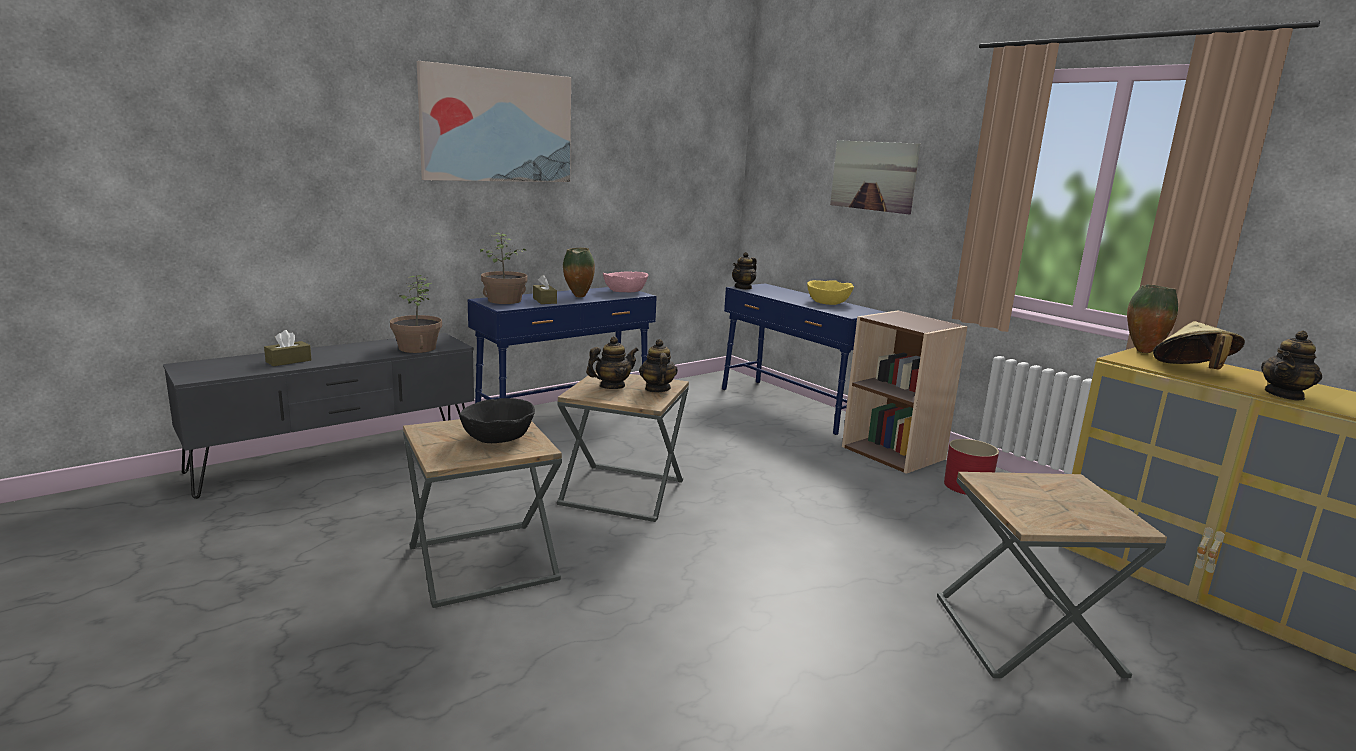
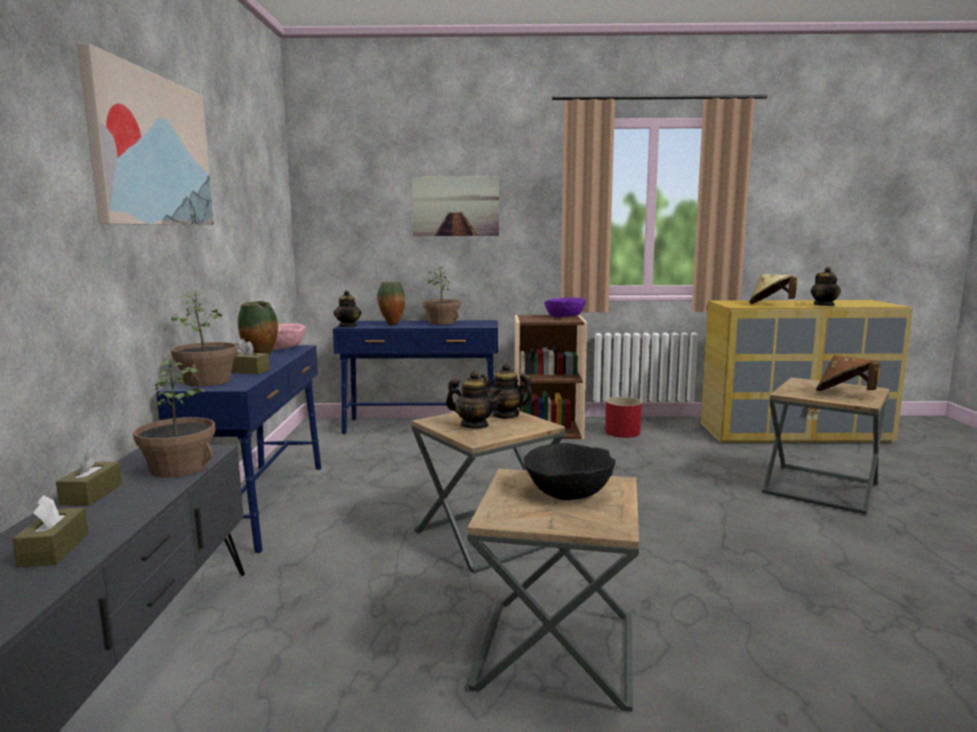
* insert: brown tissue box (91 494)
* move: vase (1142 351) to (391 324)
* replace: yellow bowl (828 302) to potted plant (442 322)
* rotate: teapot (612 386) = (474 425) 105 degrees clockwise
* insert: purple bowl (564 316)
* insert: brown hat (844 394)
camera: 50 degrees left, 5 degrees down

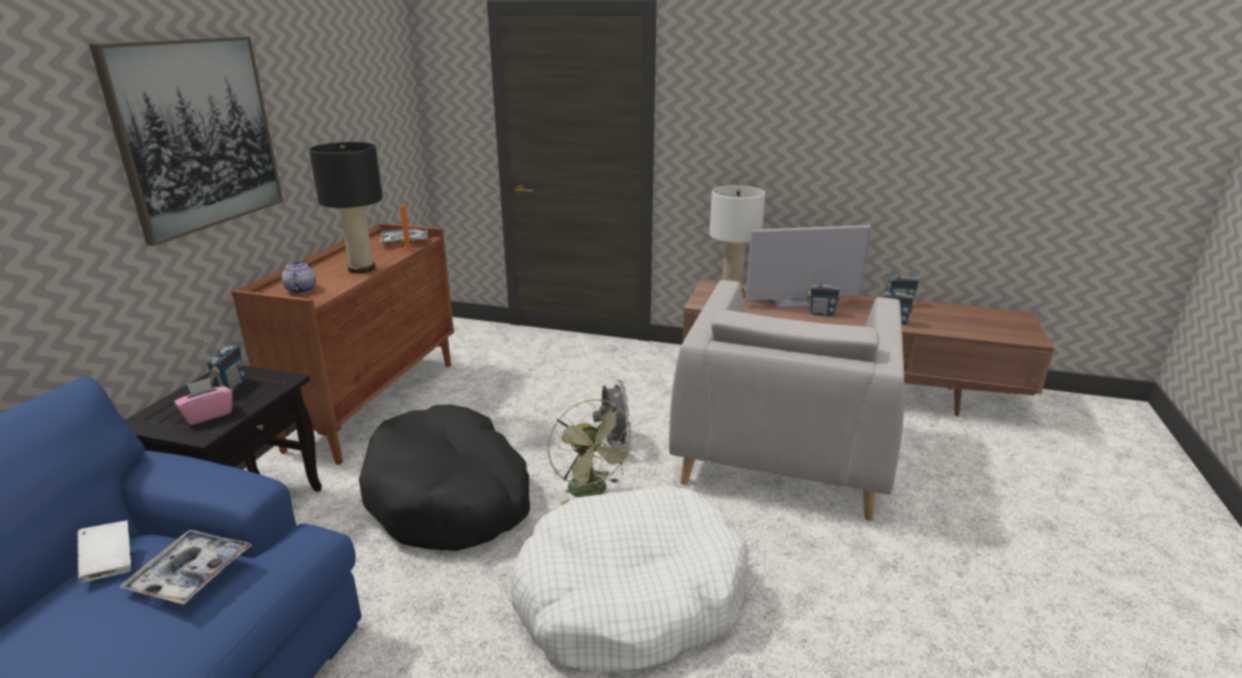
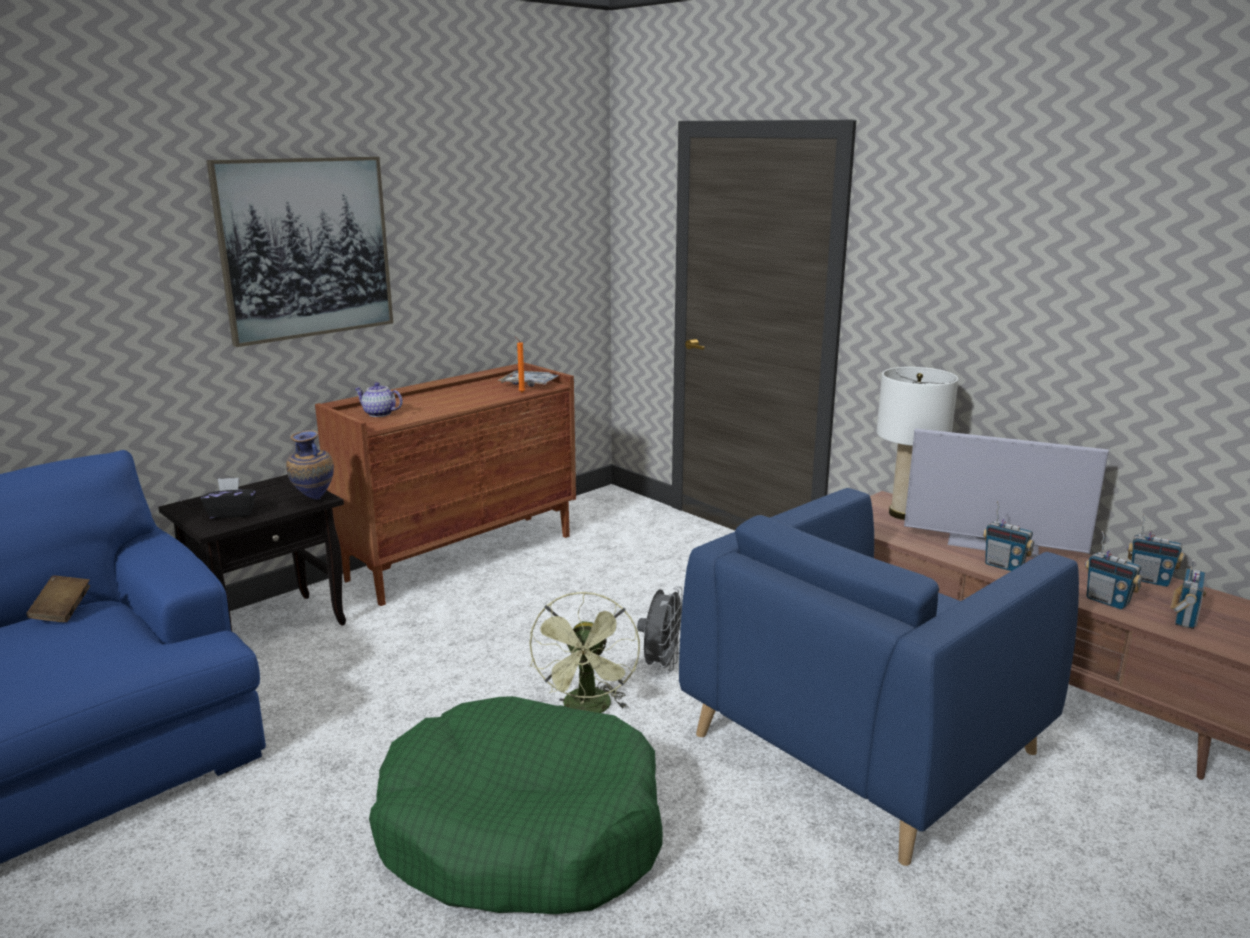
* recolor: white book (109 563) to brown book (62 611)
* recolor: pink tissue box (208 415) to black tissue box (232 513)
* insert: vase (313 500)
* rotate: teapot (300 290) = (378 414) 90 degrees counterclockwise
* recolor: white dog bed (630 597) to green dog bed (521 832)
* recolor: grey armchair (783 454) to blue armchair (862 743)
* move: radio (231 387) to (1184 620)
* delete: tray (190 574)
* delete: black table lamp (361 269)
* delete: black dog bed (450 497)
camera: 30 degrees right, 5 degrees down

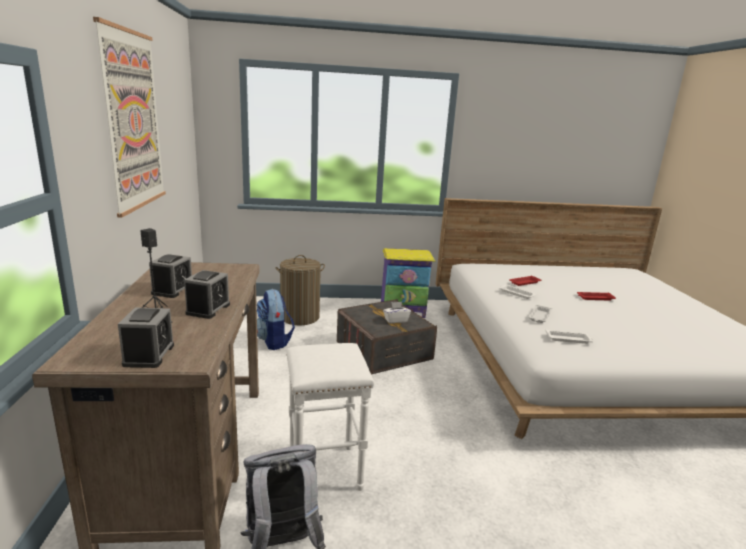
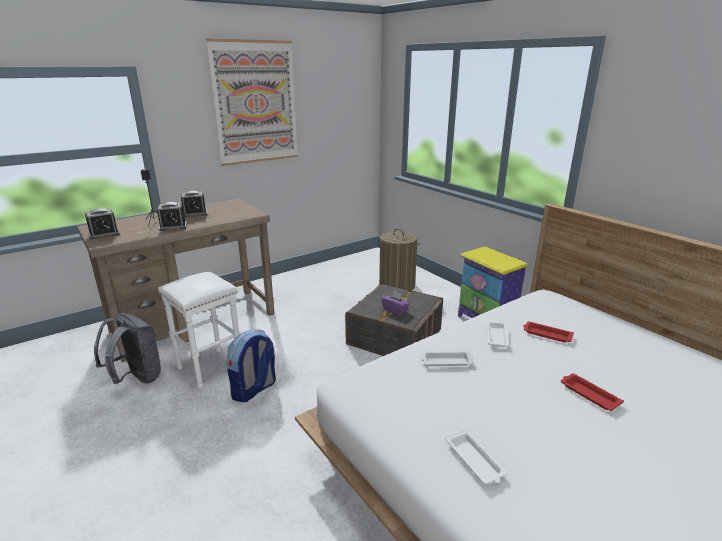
* move: backpack (274 341) to (254 390)
* recolor: white tissue box (396 320) to purple tissue box (395 310)
* move: white tray (569 339) to (474 460)
camera: 60 degrees right, 5 degrees up

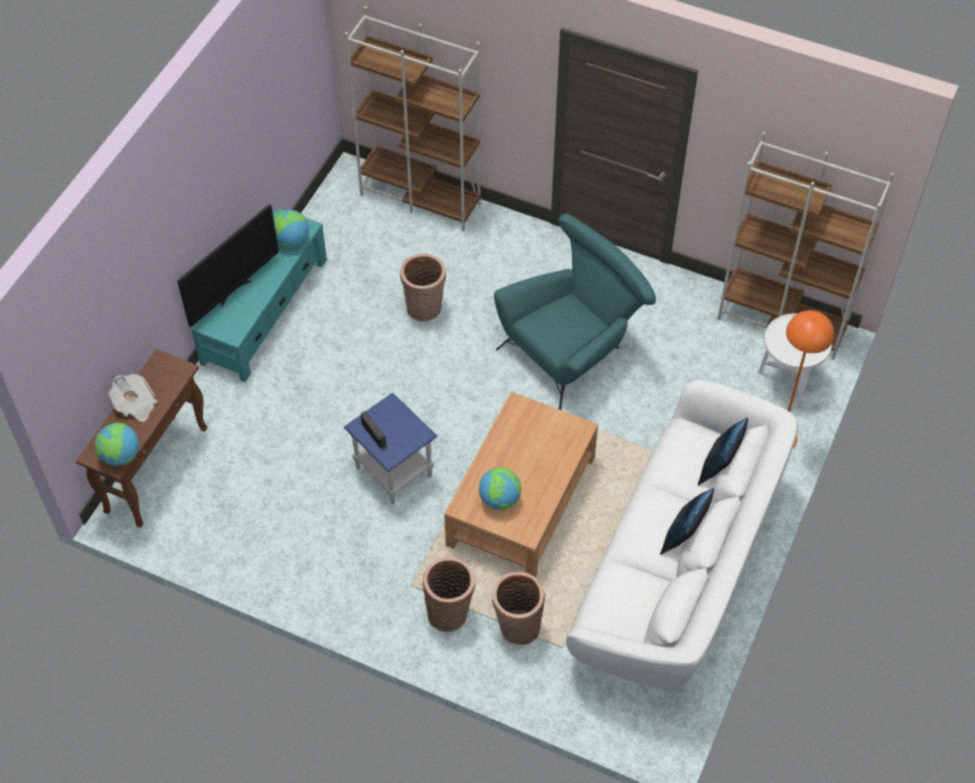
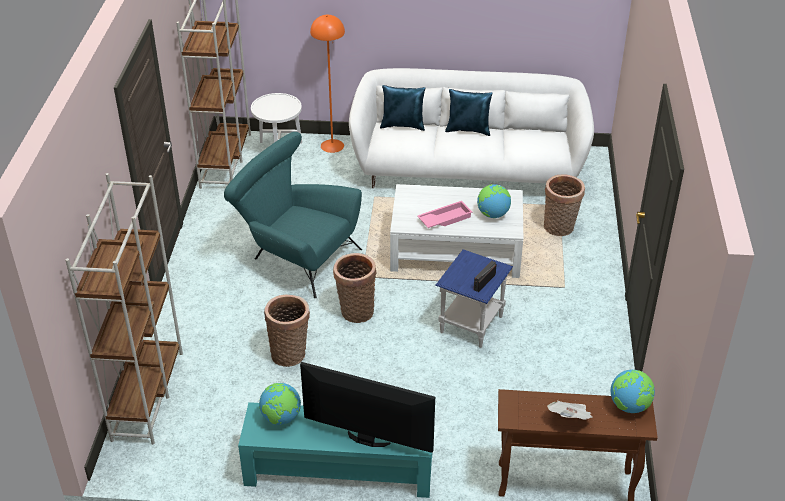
* move: basket (450 613) to (355 310)
* recolor: brown coffee table (521 502) to white coffee table (456 250)
* insert: pink tray (444 218)
camera: 110 degrees left, 15 degrees down

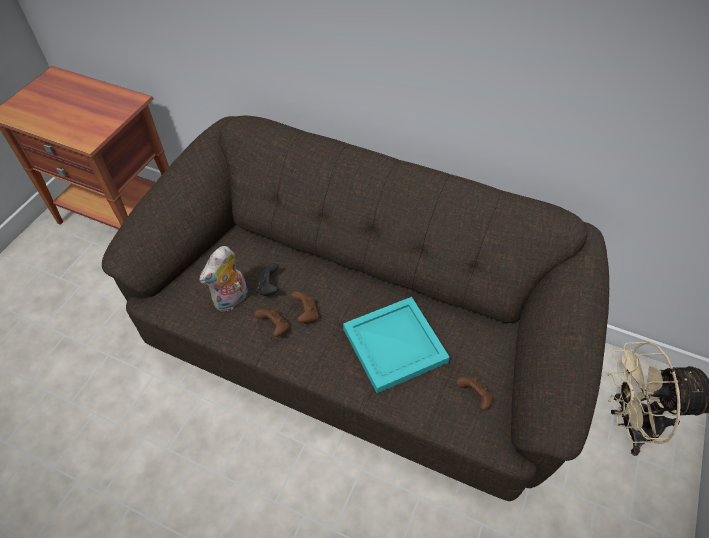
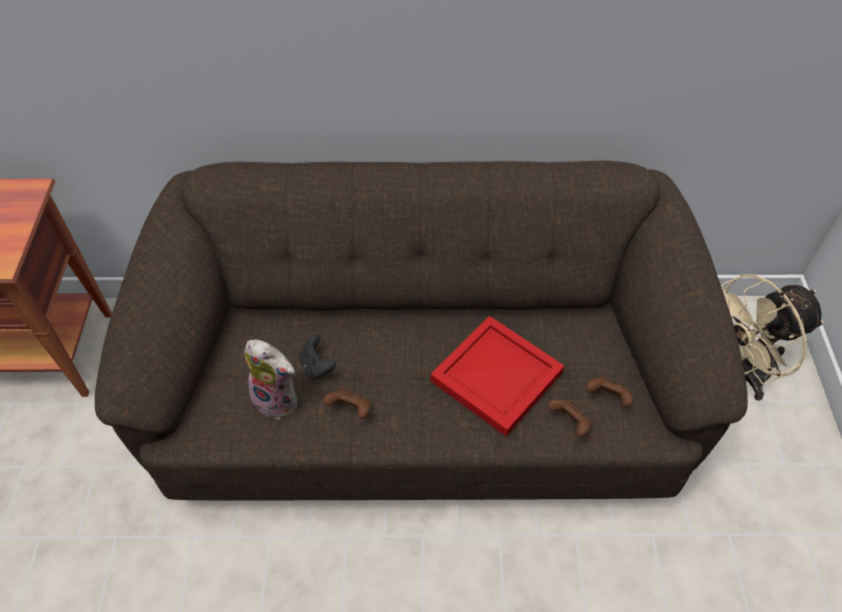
* rotate: plush toy (231 300) = (279 399) 75 degrees counterclockwise
* recolor: turquoise tray (394 347) to red tray (497 379)
* move: brown game controller (306 314) to (569 423)
camera: 25 degrees left, 0 degrees up

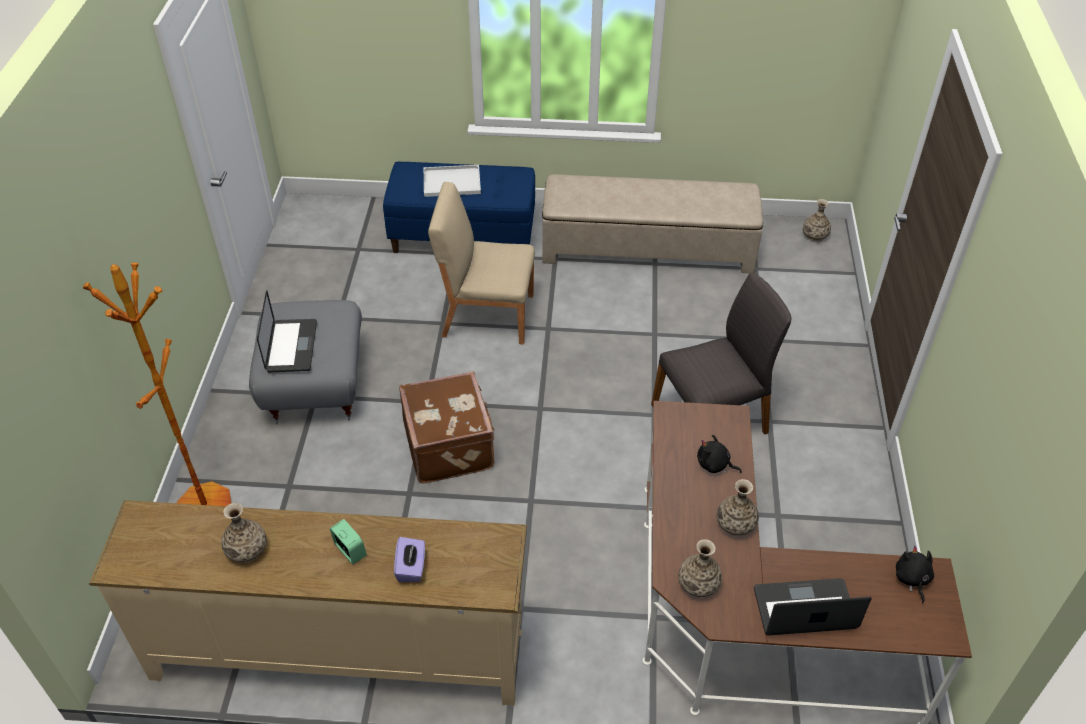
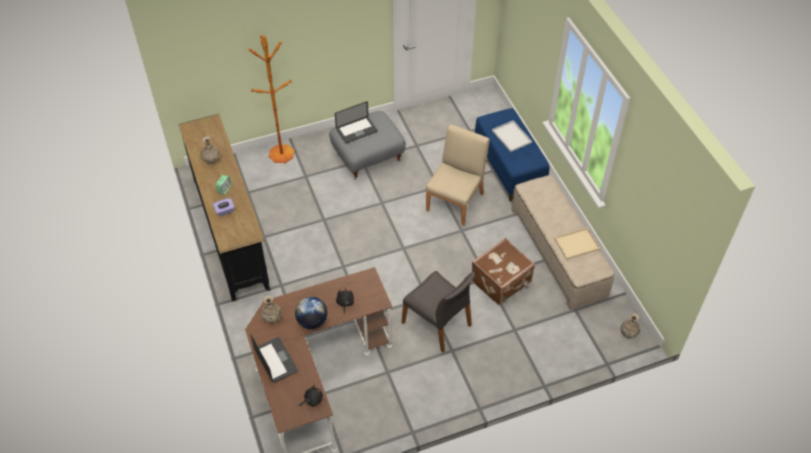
* recolor: beige dresser (338 652) to black dresser (231 231)
* replace: vase (736 524) to globe (312 321)
* rotate: beige chair (486 315) = (455 201) 45 degrees clockwise
* move: brown suitcase (450 445) to (502 282)
* insert: beige tray (576 244)
camera: 65 degrees right, 5 degrees up

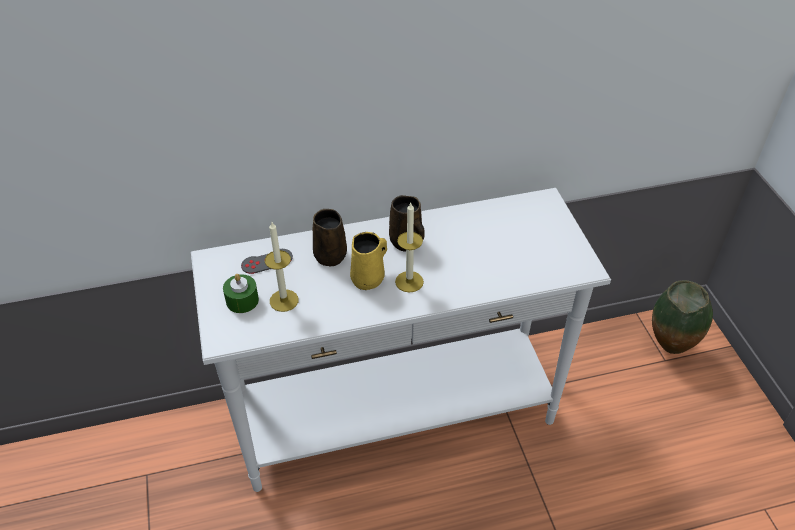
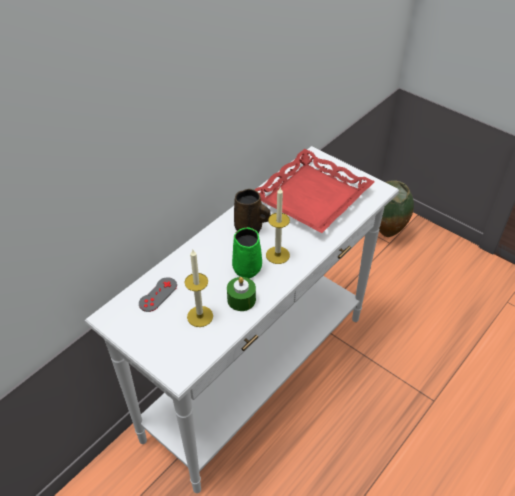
* move: green candle (242 300) to (241 299)
* recolor: yellow mug (369 278) to green mug (247 267)
* insert: red tray (312 197)
* delete: brown mug (330 254)
camera: 35 degrees left, 0 degrees up

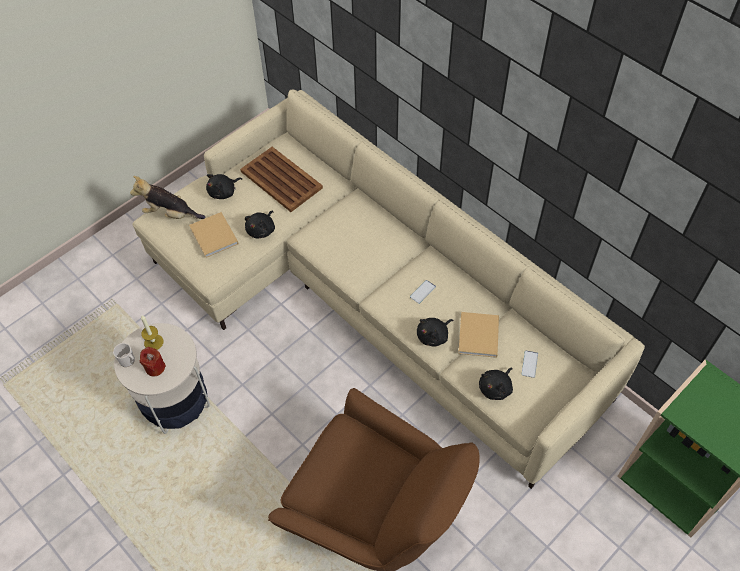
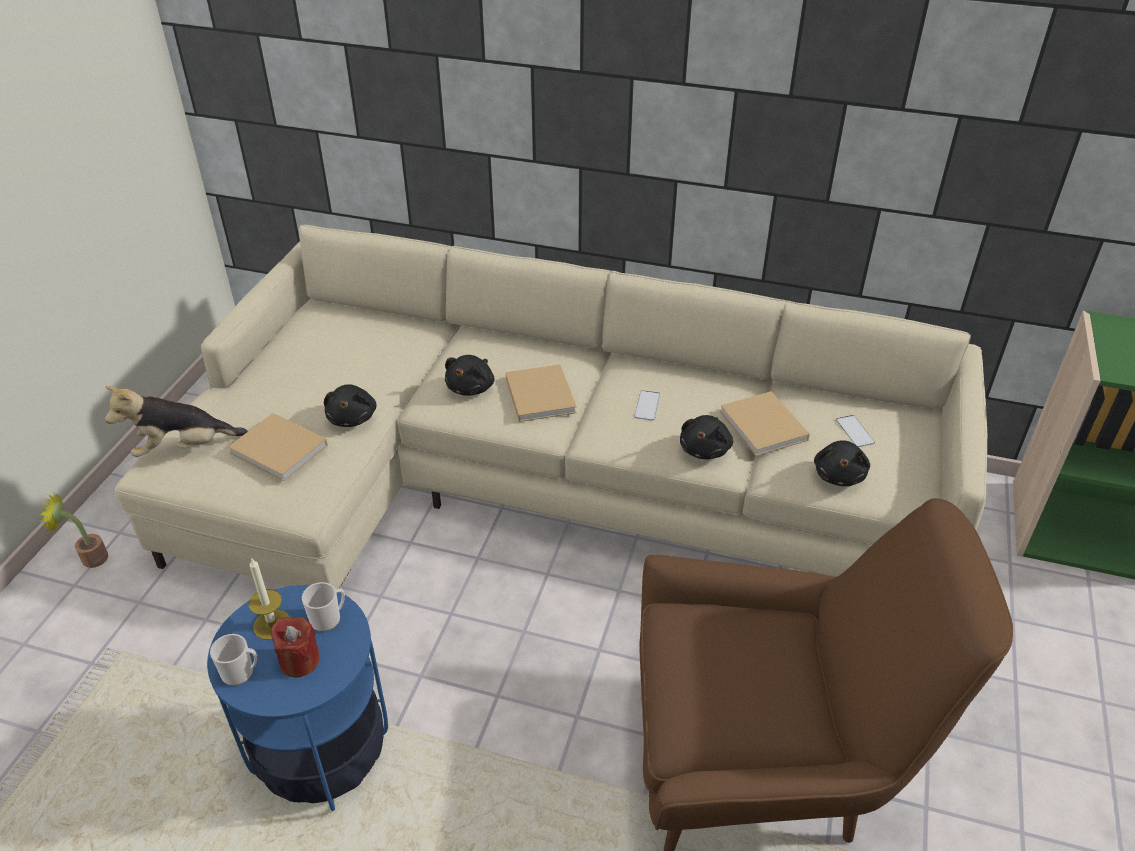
* insert: potted plant (89 558)
* recolor: beige side table (176 403) to blue side table (322 755)
* insert: mug (328 618)
* move: black plush toy (223 192) to (472 387)
* insert: beige book (539 394)
* delete: brown tray (281 179)
camera: 30 degrees left, 15 degrees down

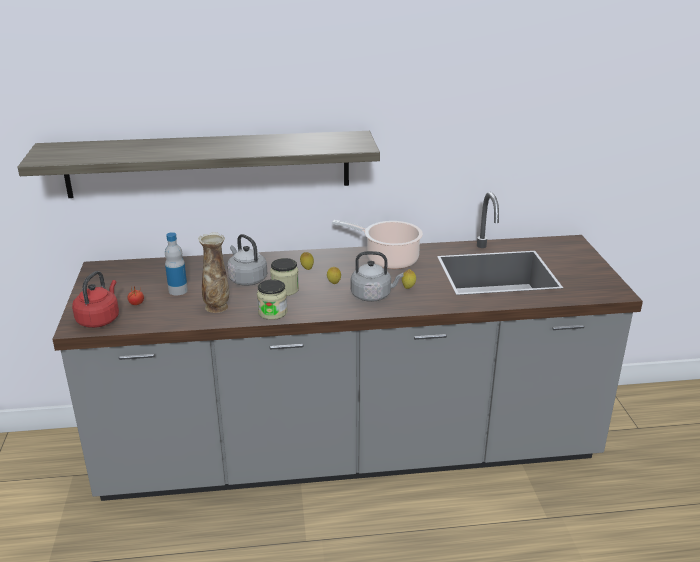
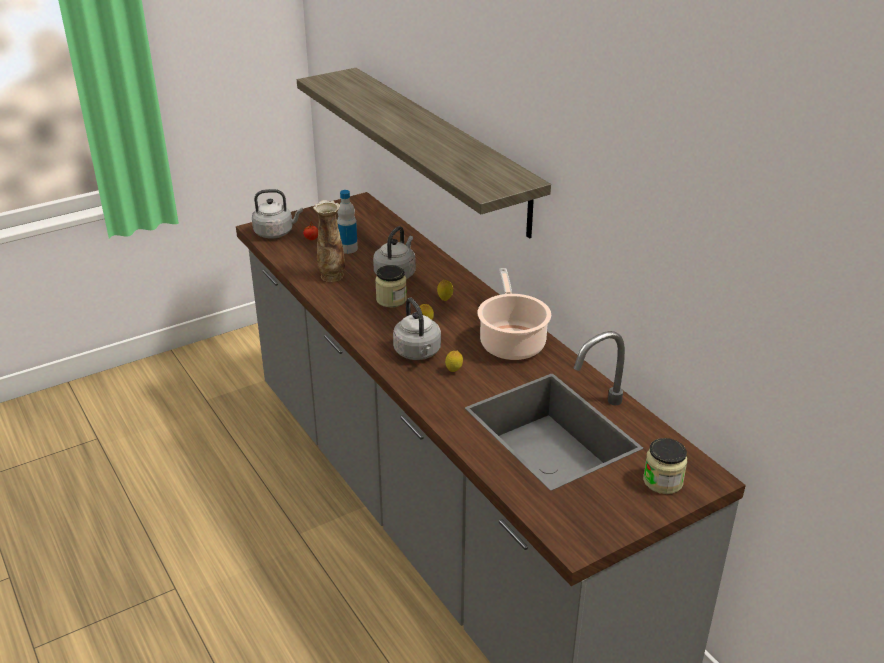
* recolor: red kettle (99 319) to grey kettle (276 233)
* move: jar (272 312) to (663 481)
camera: 65 degrees right, 5 degrees up

